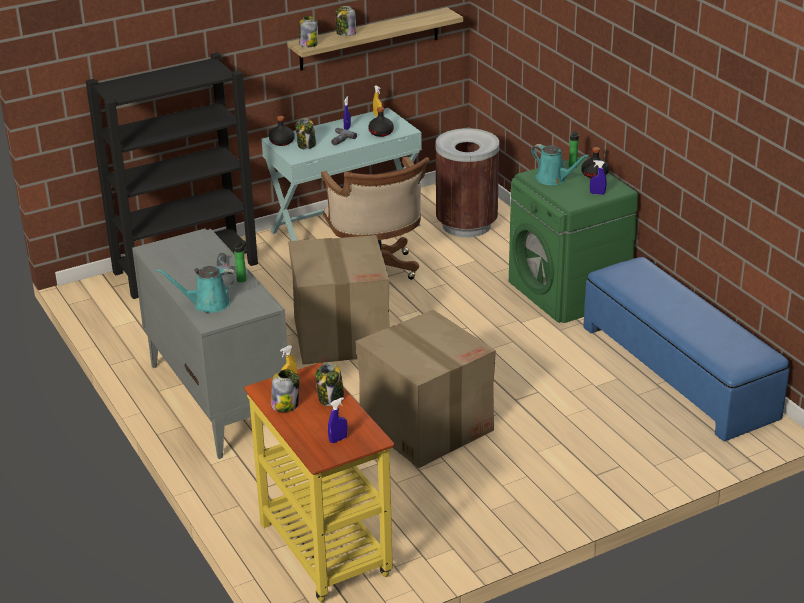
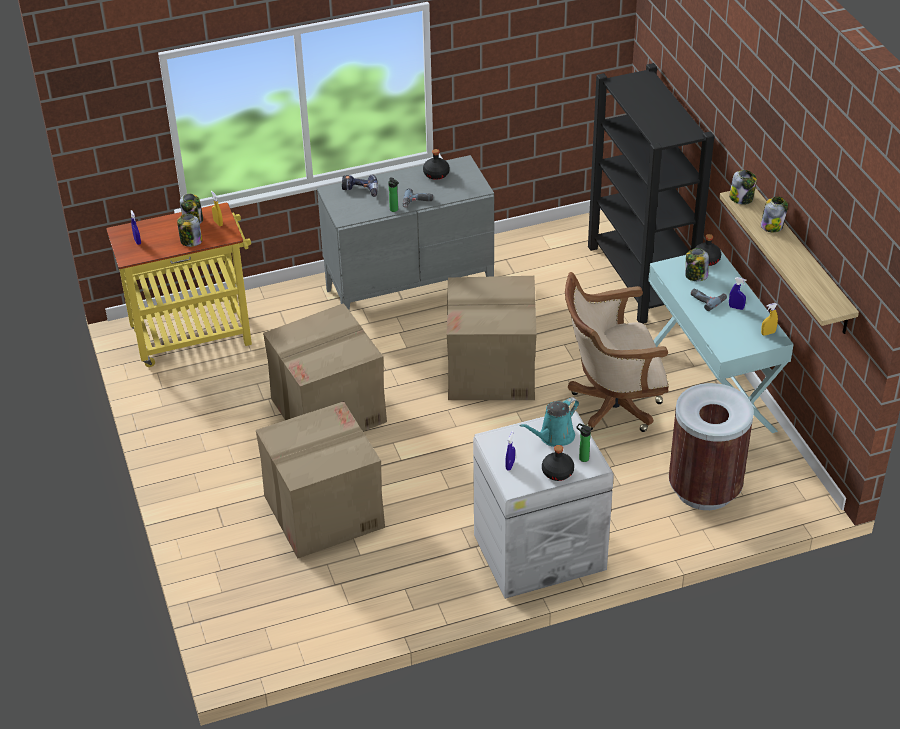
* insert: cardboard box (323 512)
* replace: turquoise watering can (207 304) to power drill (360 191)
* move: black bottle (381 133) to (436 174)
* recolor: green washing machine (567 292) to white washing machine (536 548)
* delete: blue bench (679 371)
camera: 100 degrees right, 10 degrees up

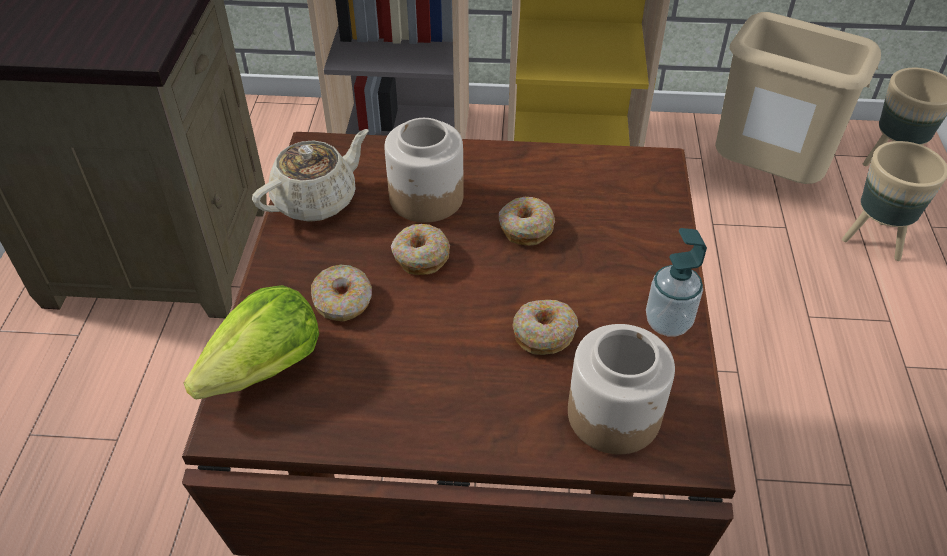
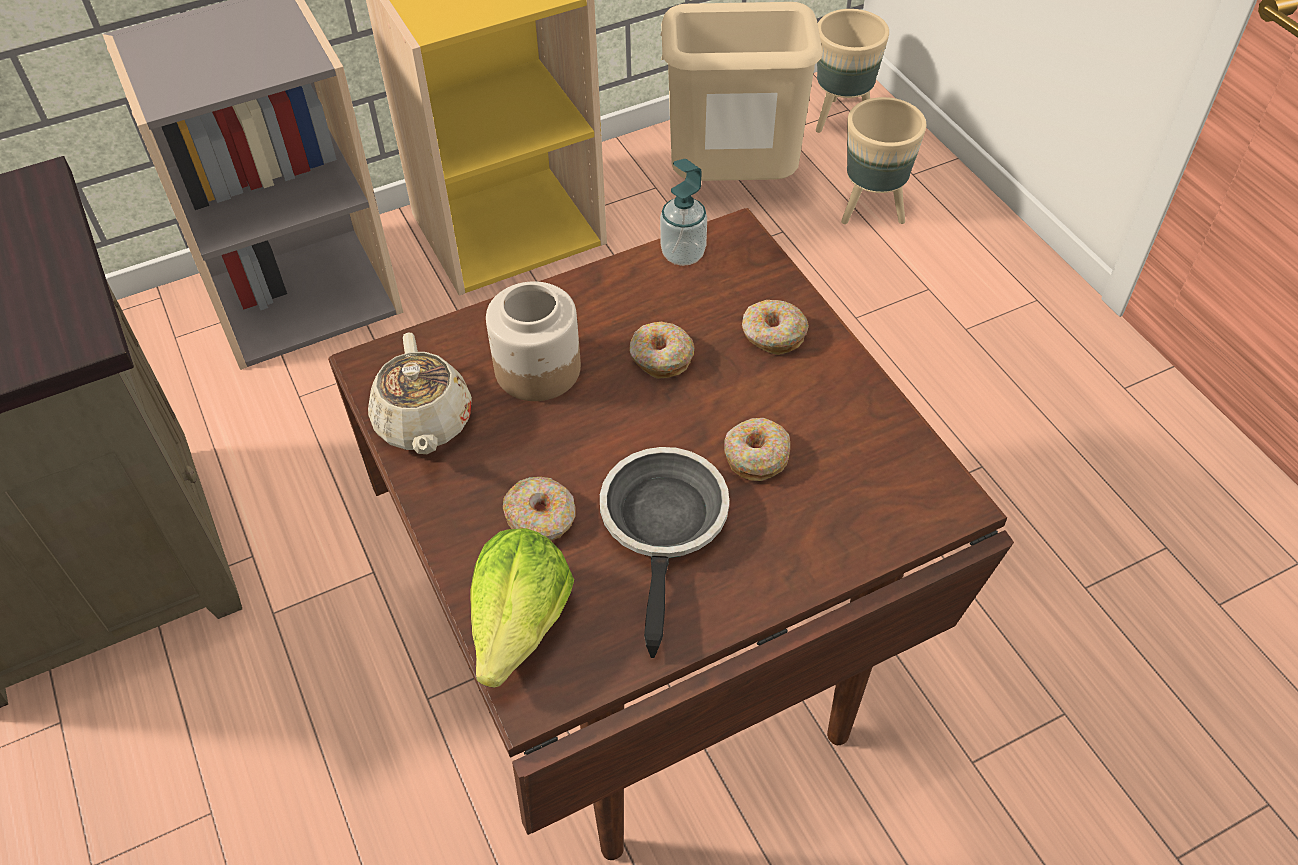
* rotate: beige teapot (317 200) = (424 423) 150 degrees clockwise
* insert: frying pan (665 526)
* move: soap dispenser (668 322) to (683 254)
* move: donut (420 256) to (772 334)
* delete: jar (614 414)
camera: 30 degrees left, 5 degrees up

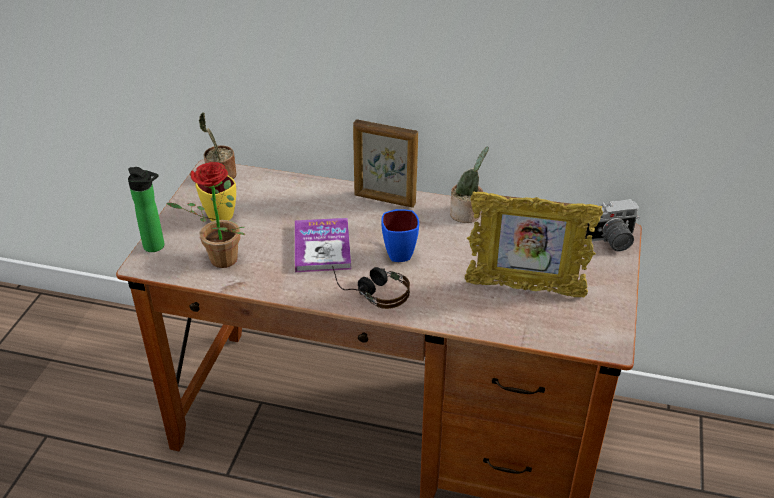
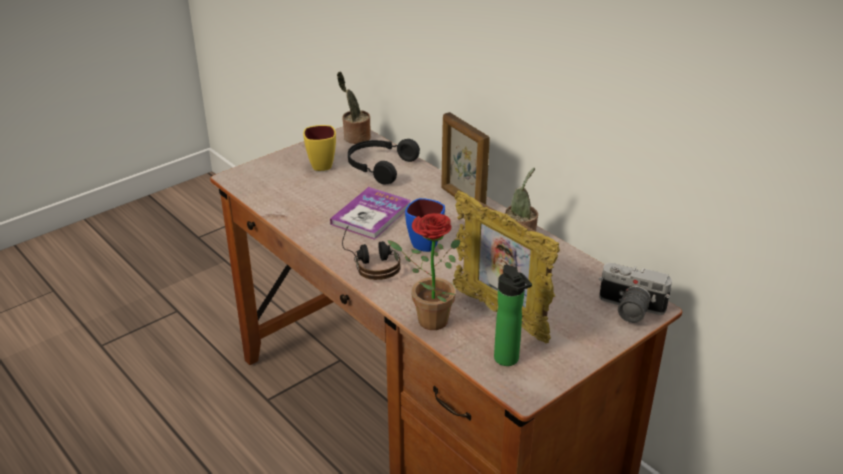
* insert: black headphones (379 167)
* move: potted plant (217 261) to (426 320)
* move: bottle (156 247) to (508 360)
camera: 35 degrees right, 5 degrees down

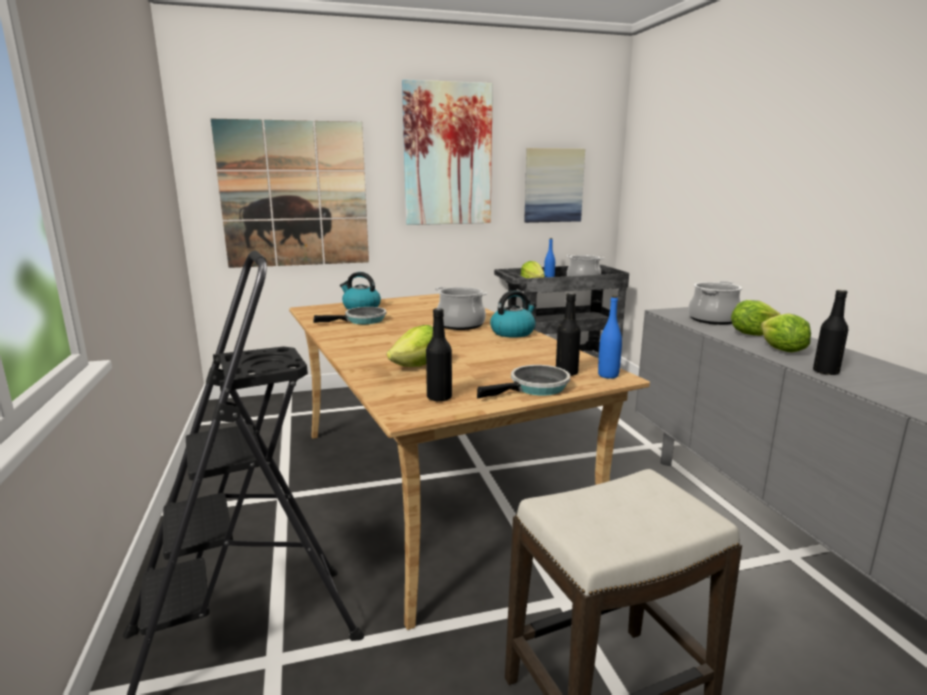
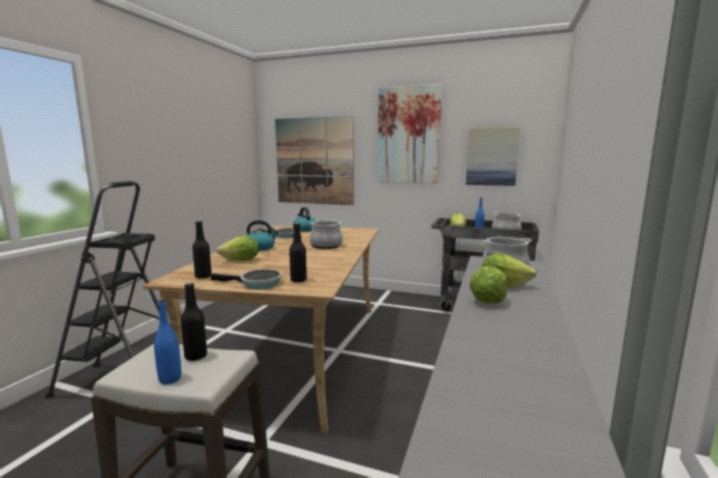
* move: blue bottle (608 375) to (170 379)
* move: black bottle (825 372) to (196 356)
* move: kettle (513 332) to (260 248)
camera: 35 degrees right, 5 degrees down

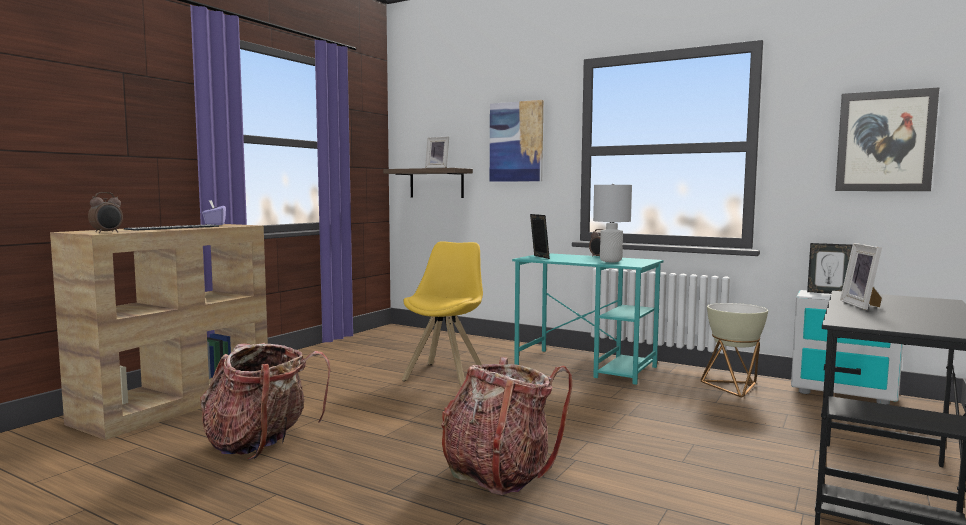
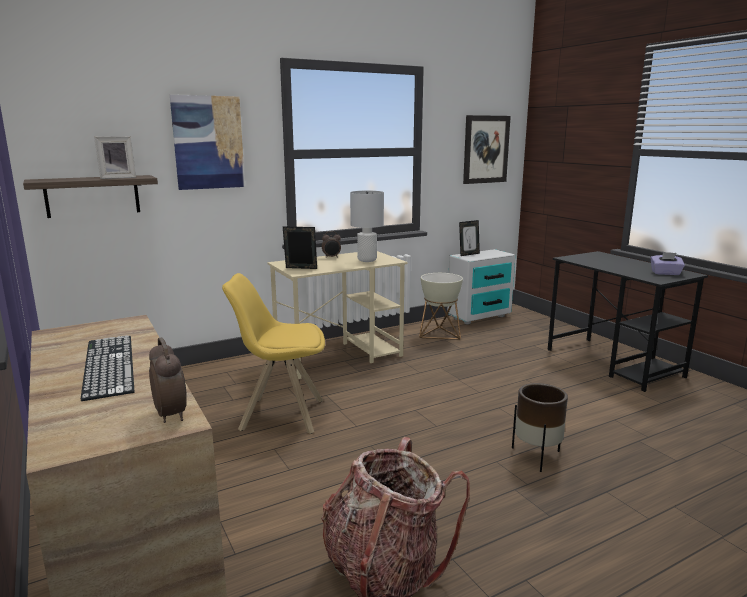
* rotate: yellow chair (445 374) = (281 415) 45 degrees counterclockwise
* recolor: turquoise desk (586 366) to beige desk (340 356)
* replace: backpack (499 473) to brown planter (536 456)
* move: purple tissue box (214 224) to (665 273)
* delete: picture frame (863 305)
camera: 60 degrees left, 10 degrees up

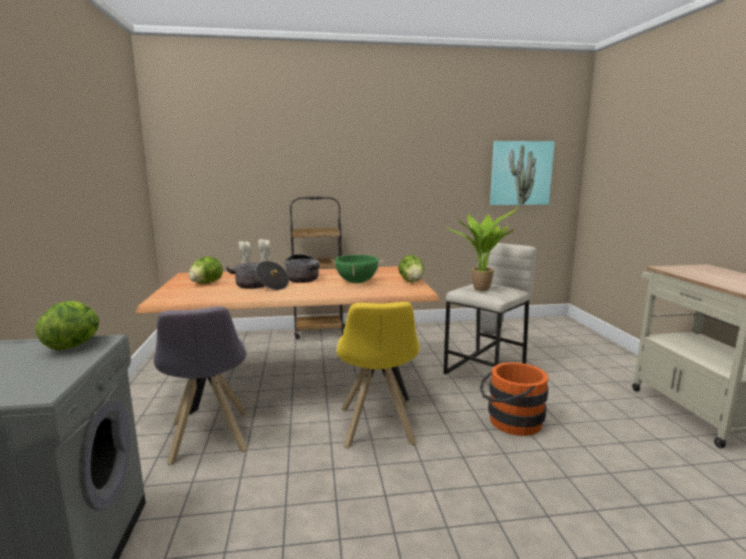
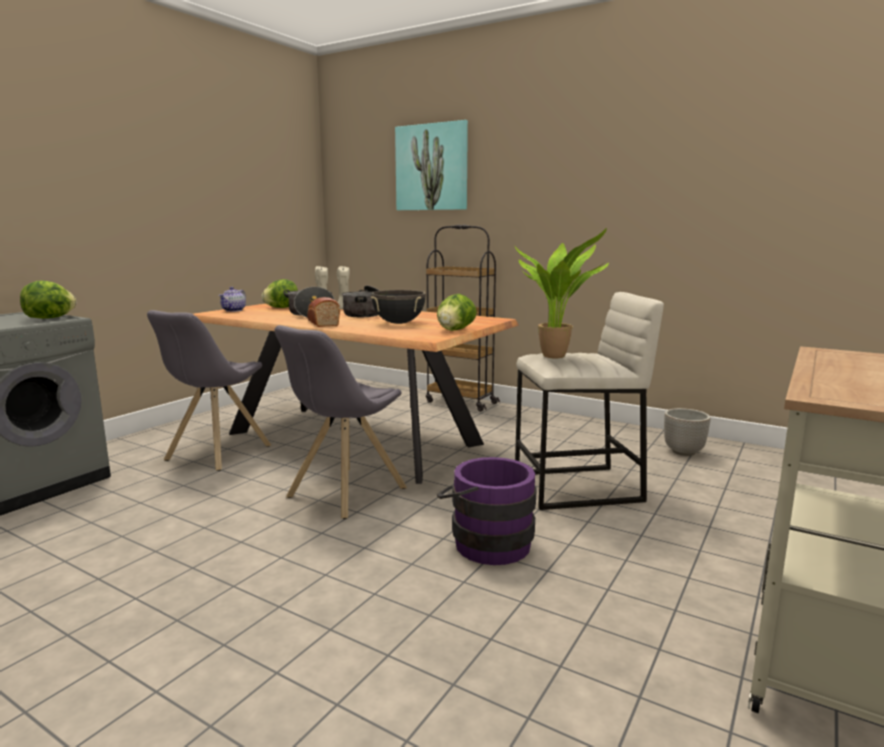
* insert: teapot (234 310)
* recolor: yellow chair (377 426) to grey chair (345 492)
* insert: bread (322 323)
* recolor: green cooking pot (356 282) to black cooking pot (398 323)
* move: picture (521 173) to (431 167)
* recolor: orange bucket (510 421) to purple bucket (485 542)
camera: 40 degrees right, 0 degrees up

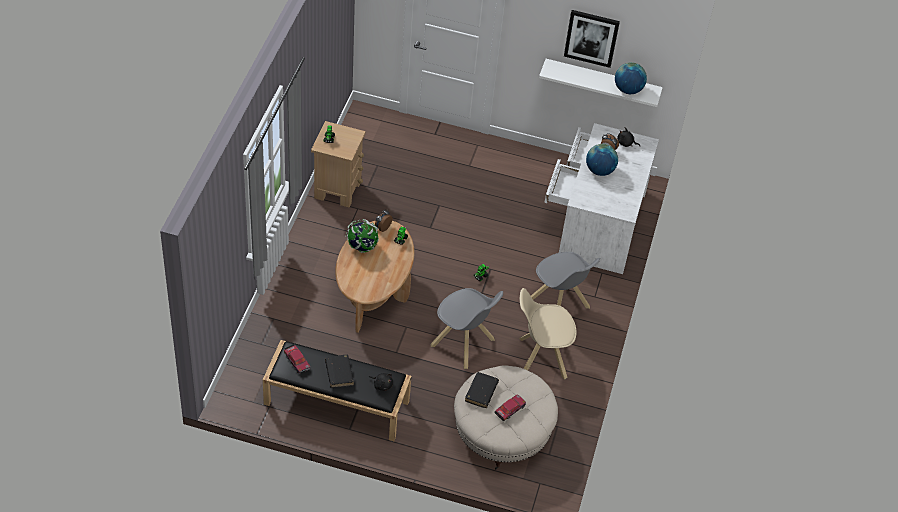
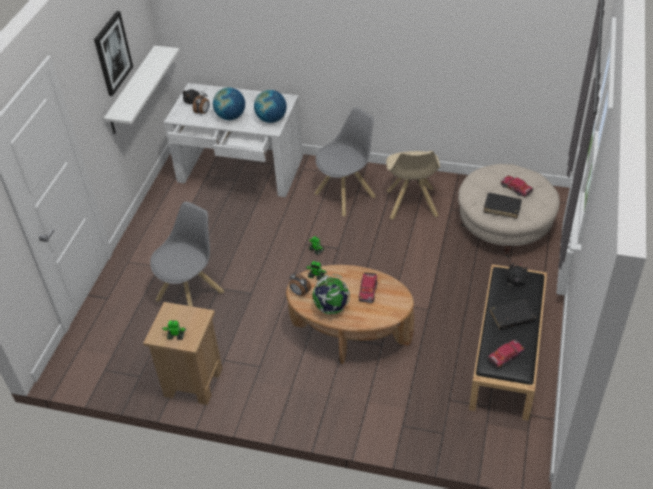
* move: grey chair (464 343) to (191 294)
* move: globe (628 89) to (271 119)
* insert: toy car (368 290)
camera: 85 degrees left, 5 degrees down

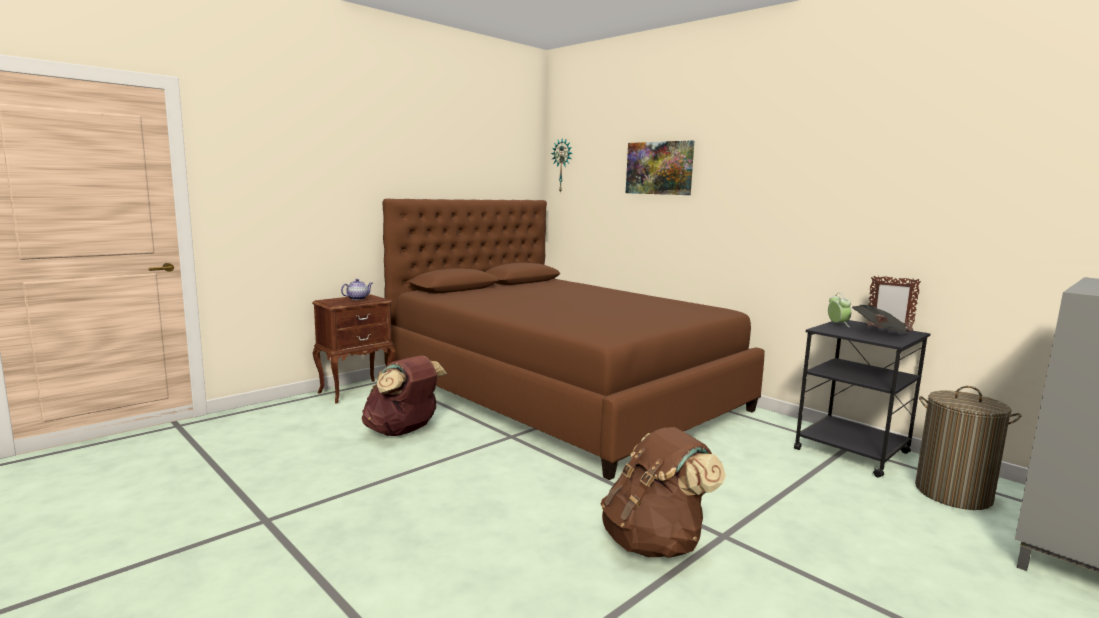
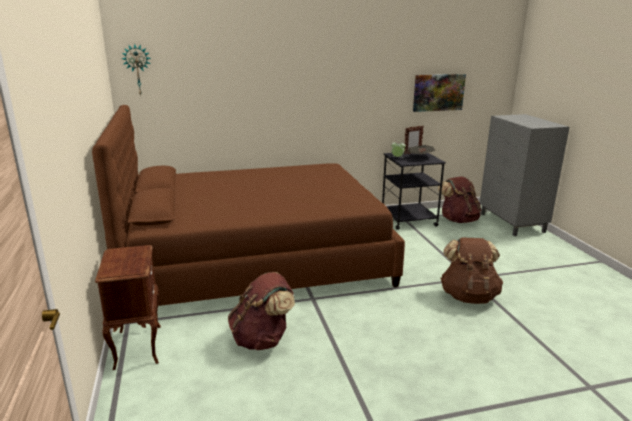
* move: picture (659 168) to (438 92)
* replace: laundry basket (953 493) to brown backpack (458 220)
* delete: teapot (357 298)
camera: 60 degrees left, 10 degrees up

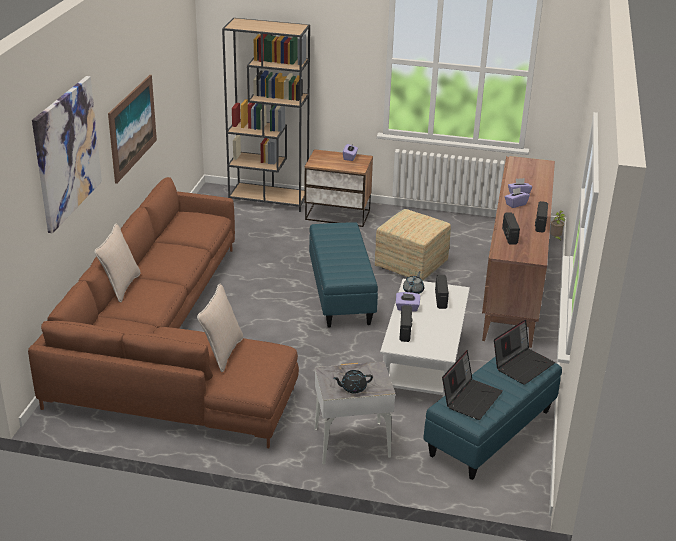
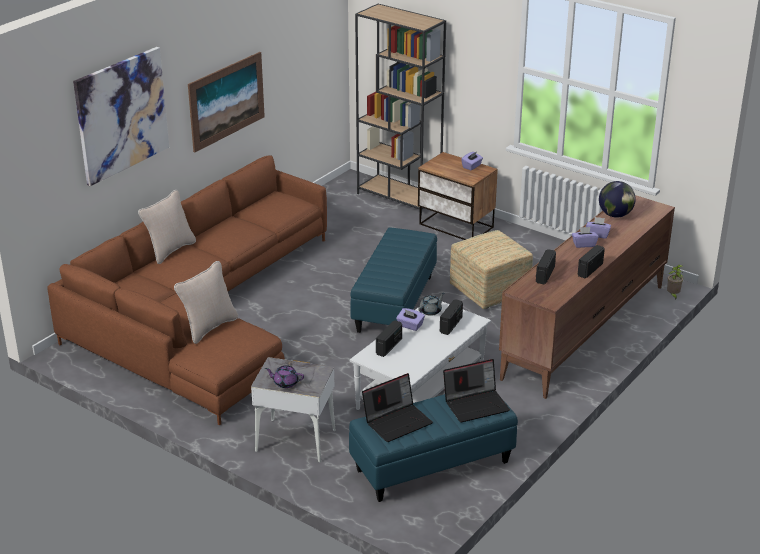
* recolor: black teapot (353 388) to purple teapot (285 383)
* insert: globe (615 215)
camera: 25 degrees right, 0 degrees up

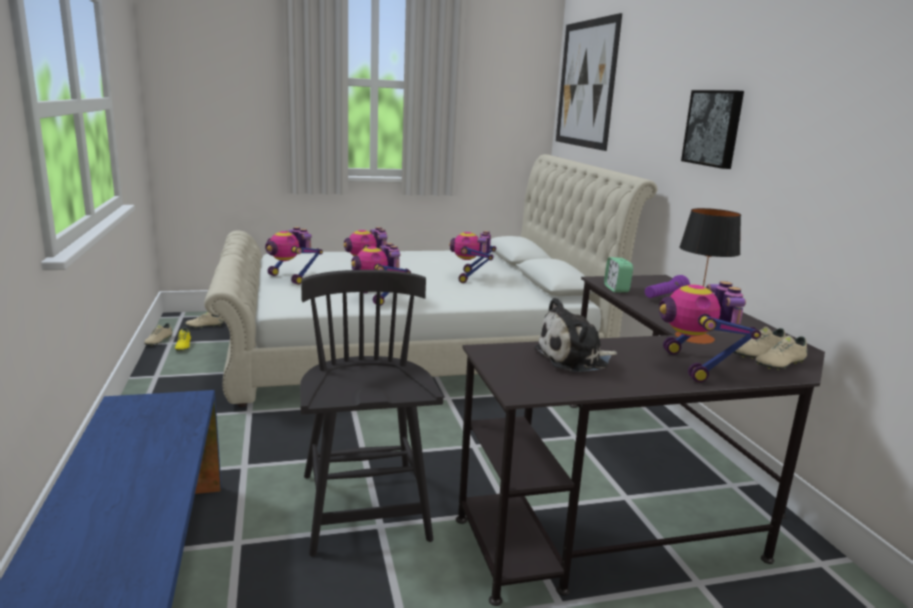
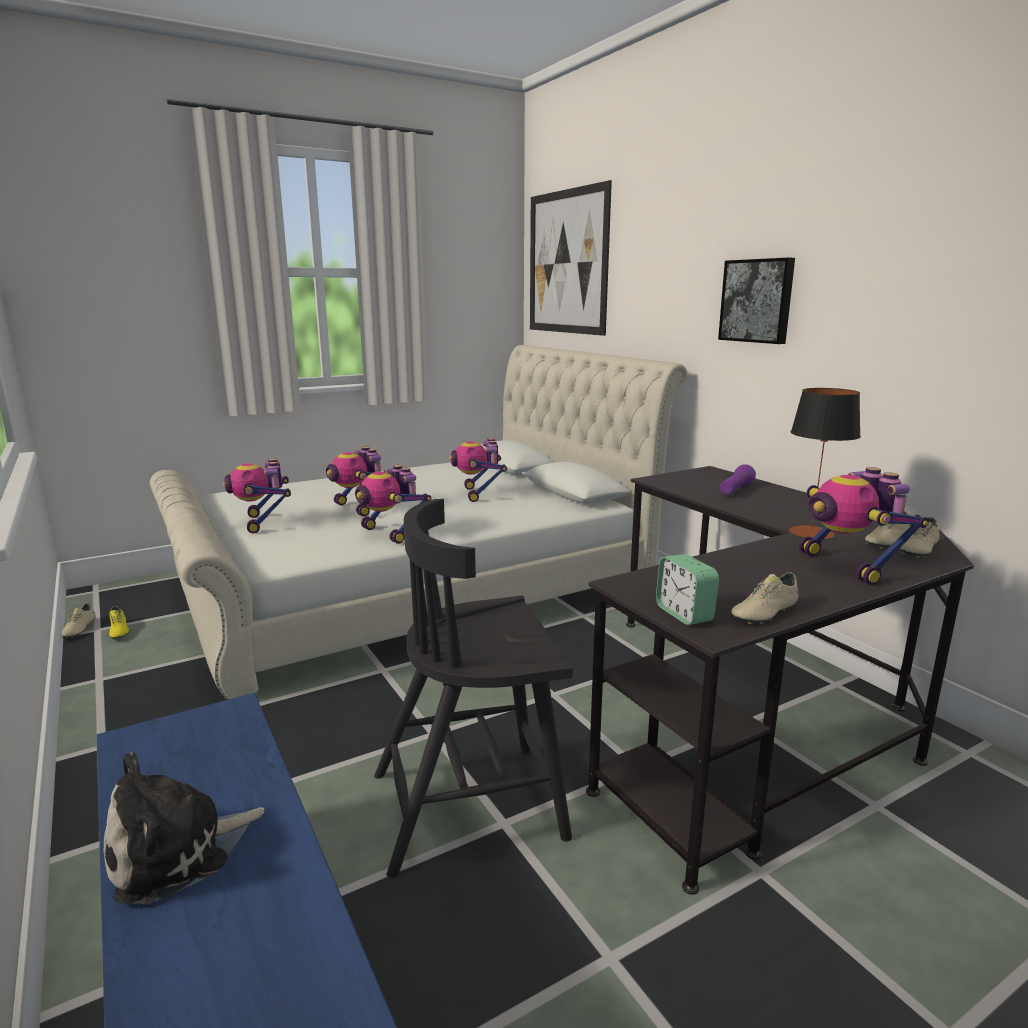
* move: plush toy (575 359) to (178 851)
* rotate: toy robot (291 278) = (263 523) 45 degrees clockwise
* rotate: black chair (365 508) = (472 804) 75 degrees counterclockwise
* move: alarm clock (616 289) to (684 614)
* move: beige shoe (205 326) to (764 613)
camera: 15 degrees left, 0 degrees up

